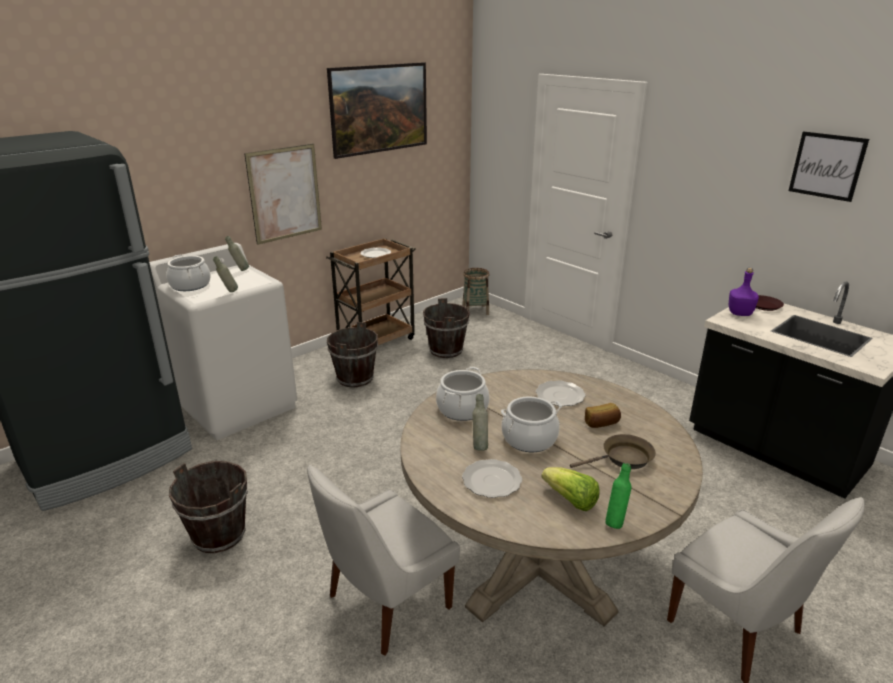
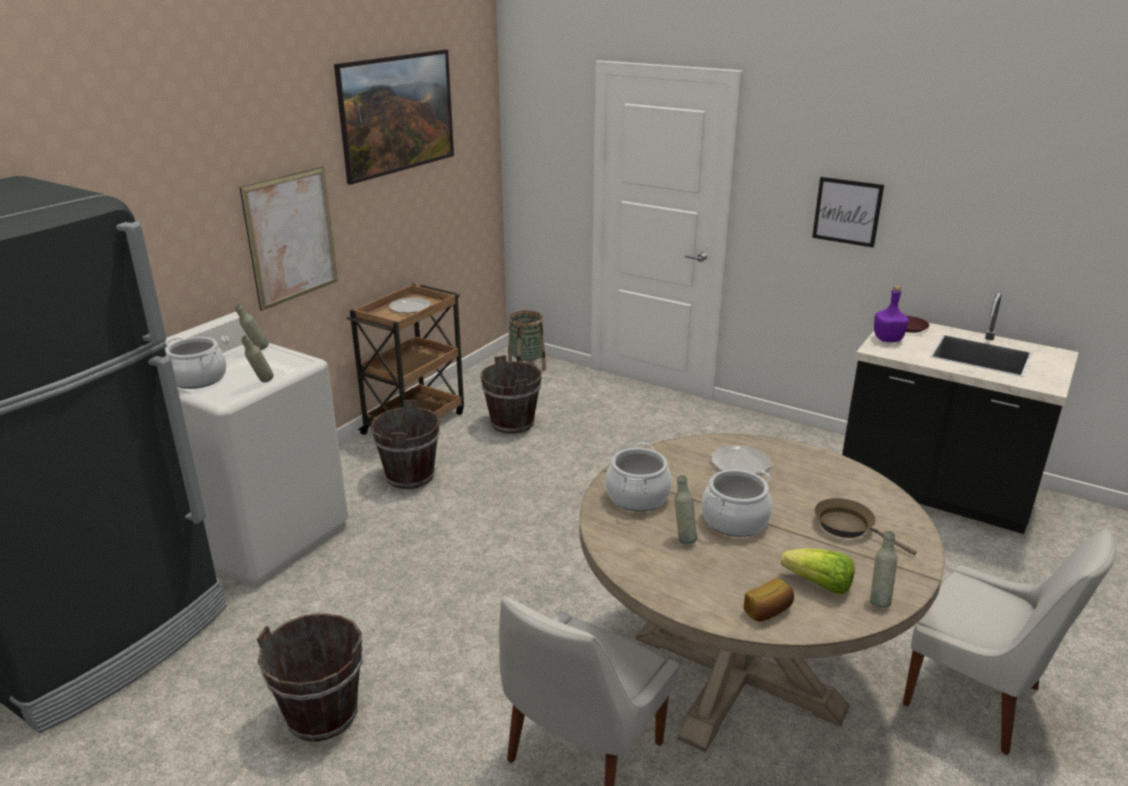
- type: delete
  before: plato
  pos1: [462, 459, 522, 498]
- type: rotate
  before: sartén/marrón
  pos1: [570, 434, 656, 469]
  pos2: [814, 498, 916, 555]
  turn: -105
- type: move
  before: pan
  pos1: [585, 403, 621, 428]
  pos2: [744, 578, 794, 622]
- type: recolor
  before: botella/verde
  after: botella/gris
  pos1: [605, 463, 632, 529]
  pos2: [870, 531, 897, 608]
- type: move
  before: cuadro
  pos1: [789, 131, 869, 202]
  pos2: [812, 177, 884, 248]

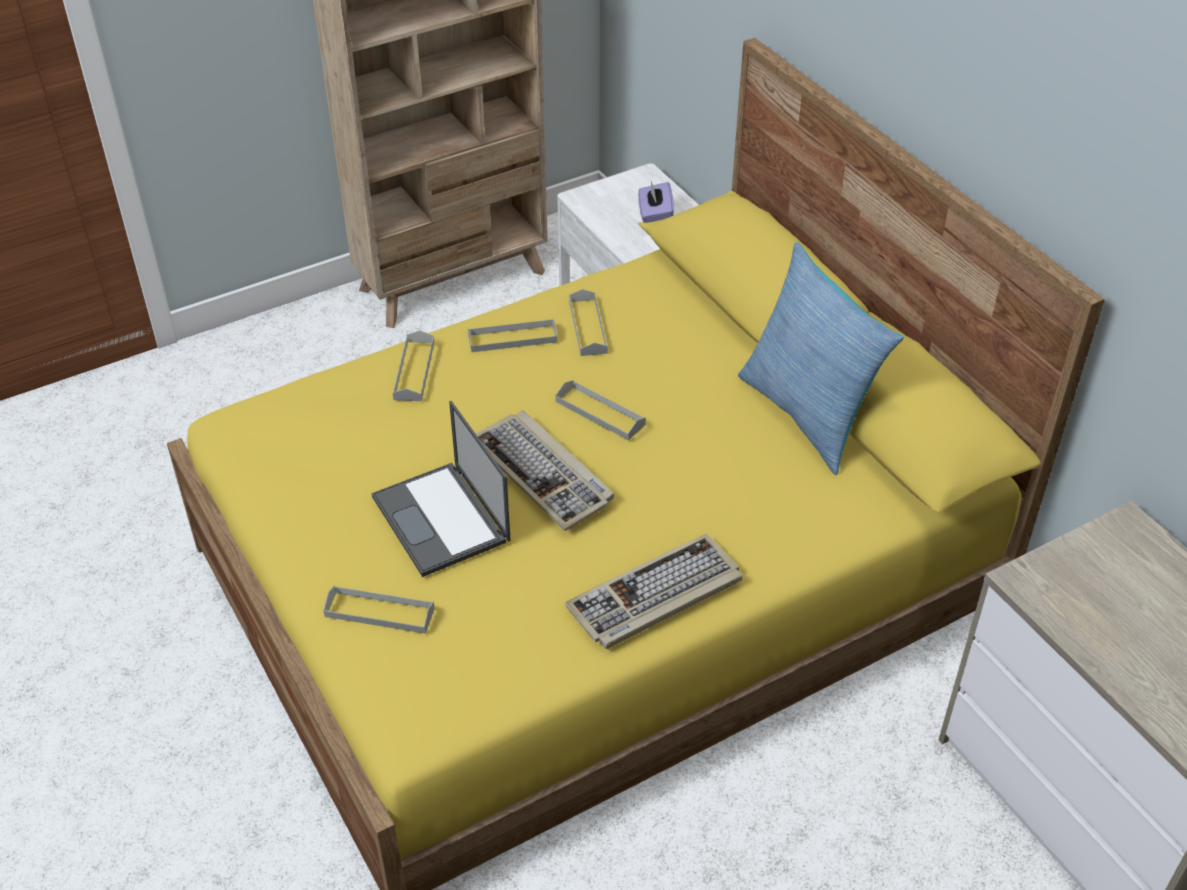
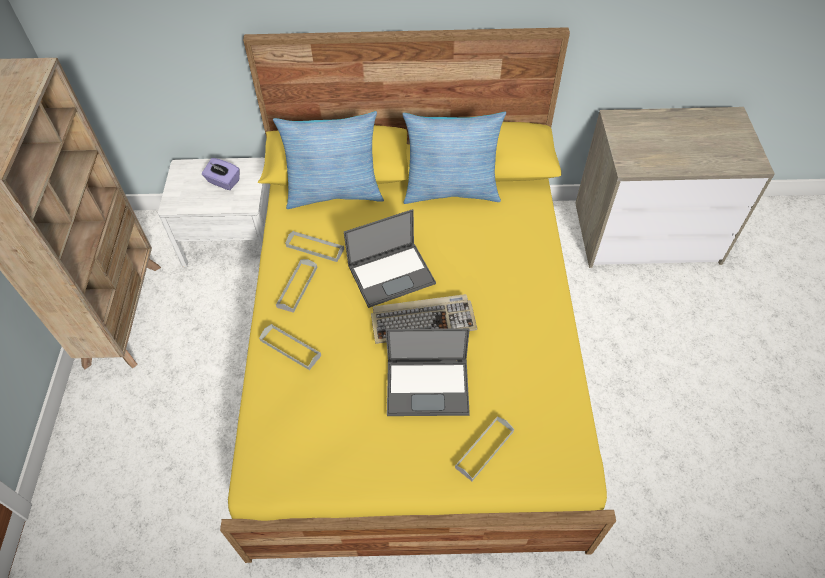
- type: replace
  before: bandeja/gris
  after: portátil
  pos1: [555, 380, 646, 440]
  pos2: [344, 209, 436, 308]
- type: delete
  before: teclado
  pos1: [565, 534, 743, 649]
- type: insert
  after: cojín
  pos2: [273, 111, 384, 209]

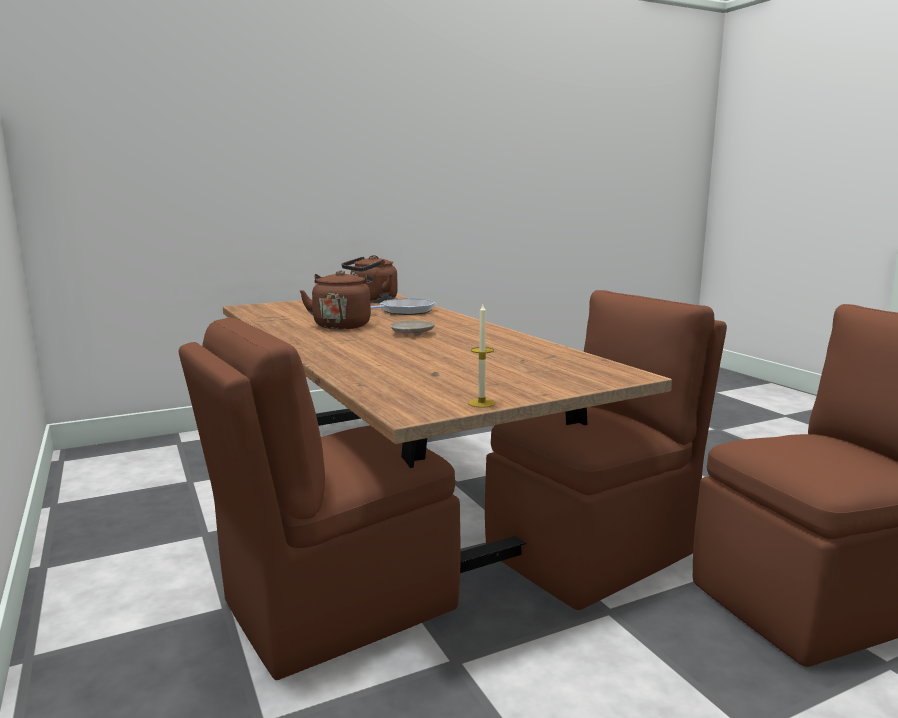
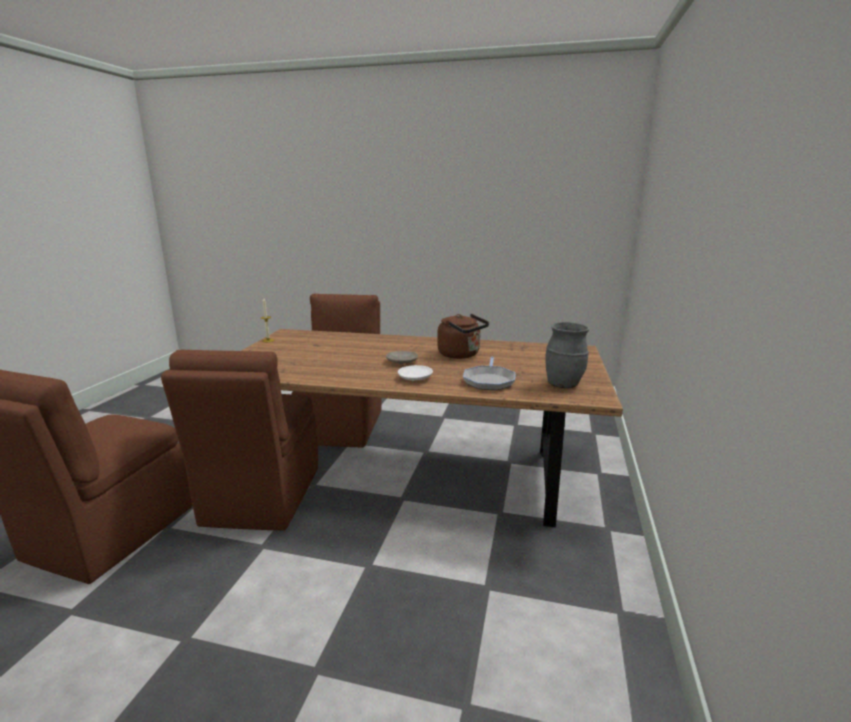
- type: replace
  before: hervidor/marrón
  after: florero/gris
  pos1: [341, 255, 398, 303]
  pos2: [545, 322, 589, 388]
- type: insert
  after: plato/blanco
  pos2: [398, 365, 433, 381]

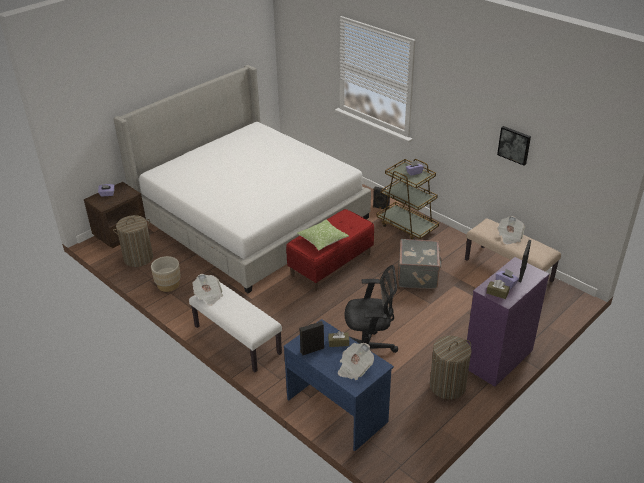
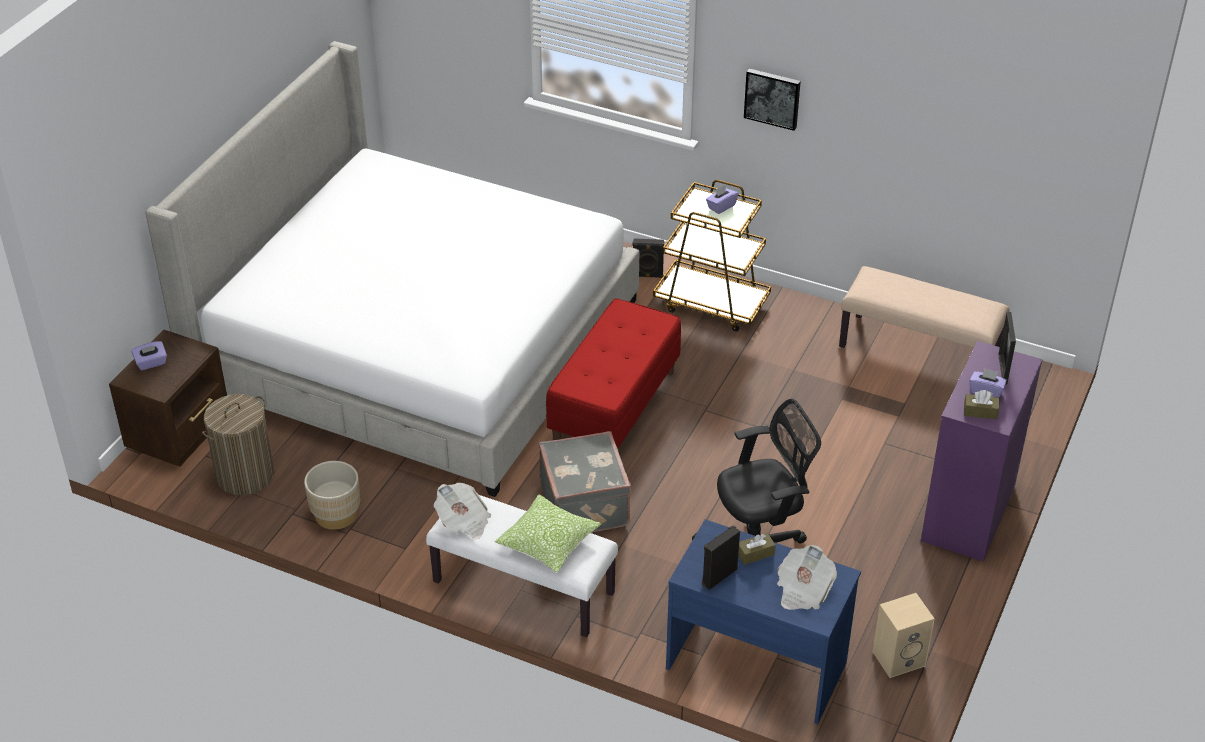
- type: move
  before: cojín
  pos1: [297, 219, 349, 251]
  pos2: [495, 495, 601, 573]
- type: move
  before: maleta/gris
  pos1: [398, 239, 442, 289]
  pos2: [539, 431, 632, 532]
- type: delete
  before: cesto de la ropa
  pos1: [430, 336, 472, 399]
- type: move
  before: cuadro
  pos1: [497, 126, 531, 166]
  pos2: [744, 68, 801, 131]
- type: delete
  before: periódico
  pos1: [497, 216, 525, 245]
- type: insert
  after: altavoz/beis
  pos2: [872, 593, 934, 678]

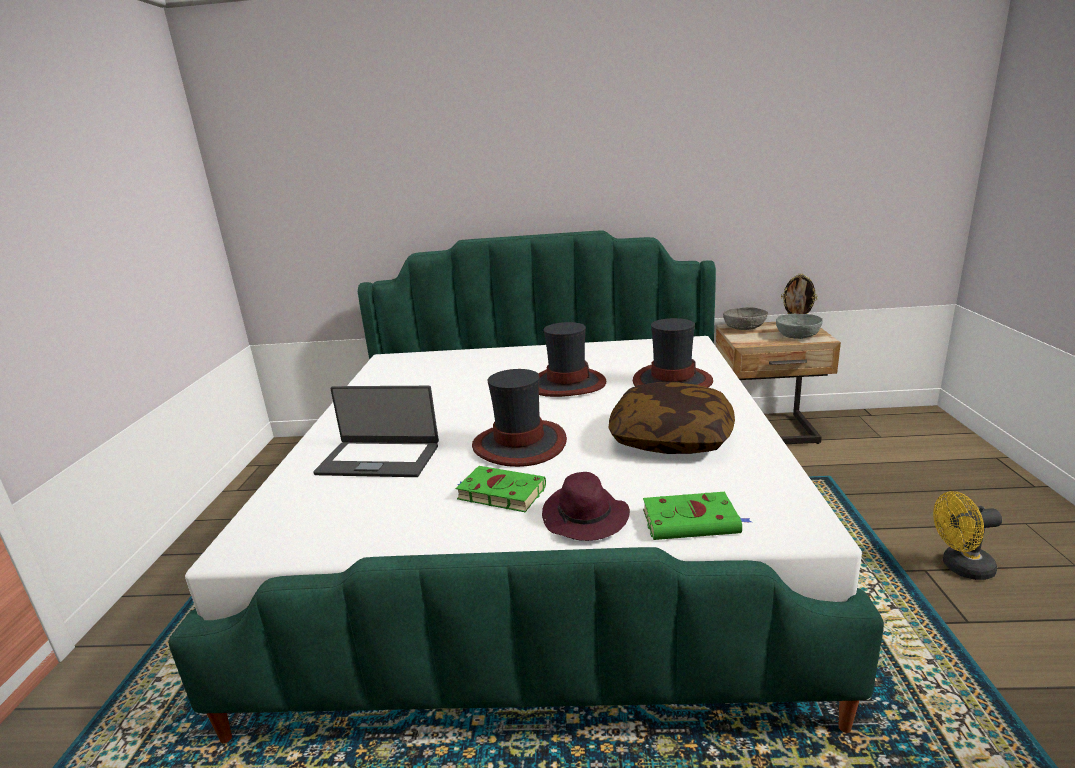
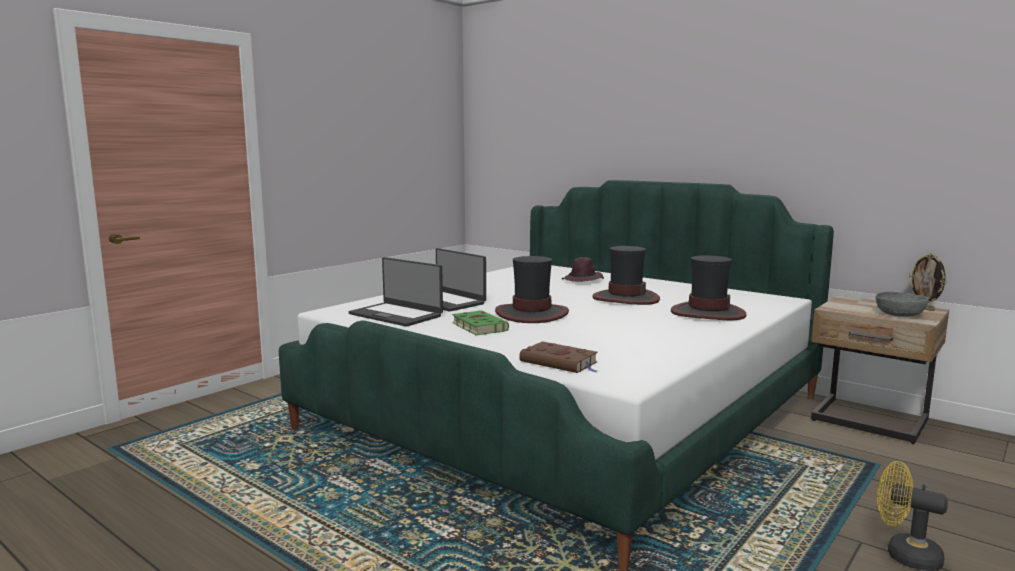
- type: move
  before: sombrero/morado
  pos1: [542, 472, 630, 541]
  pos2: [562, 257, 604, 282]
- type: delete
  before: cojín
  pos1: [609, 382, 735, 454]
- type: recolor
  before: libro/verde
  after: libro/marrón
  pos1: [643, 492, 752, 540]
  pos2: [519, 341, 598, 373]
- type: delete
  before: cuenco/gris
  pos1: [723, 307, 768, 330]
- type: insert
  after: portátil
  pos2: [349, 257, 443, 327]

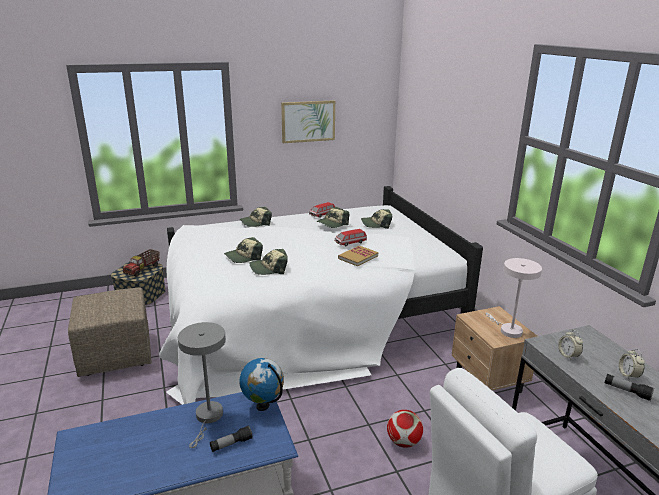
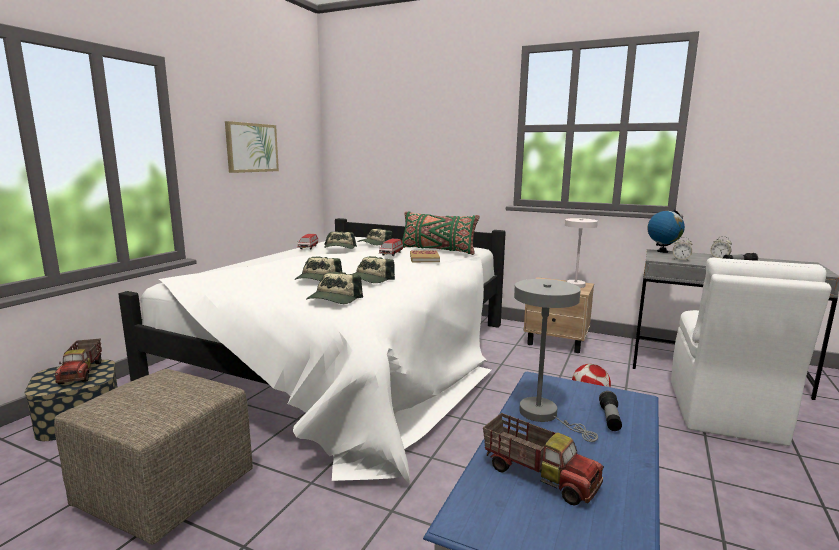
- type: move
  before: gorra
  pos1: [240, 207, 272, 227]
  pos2: [306, 272, 363, 304]
- type: move
  before: globo terráqueo
  pos1: [240, 358, 284, 411]
  pos2: [647, 209, 685, 253]
- type: insert
  after: cojín/verde
  pos2: [402, 211, 479, 255]
- type: insert
  after: camión de juguete
  pos2: [483, 413, 604, 506]

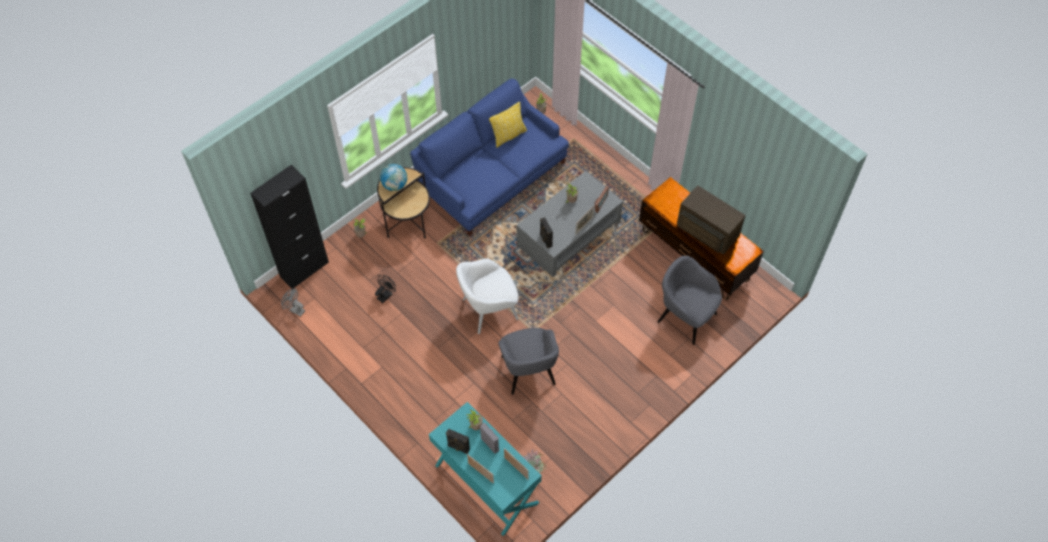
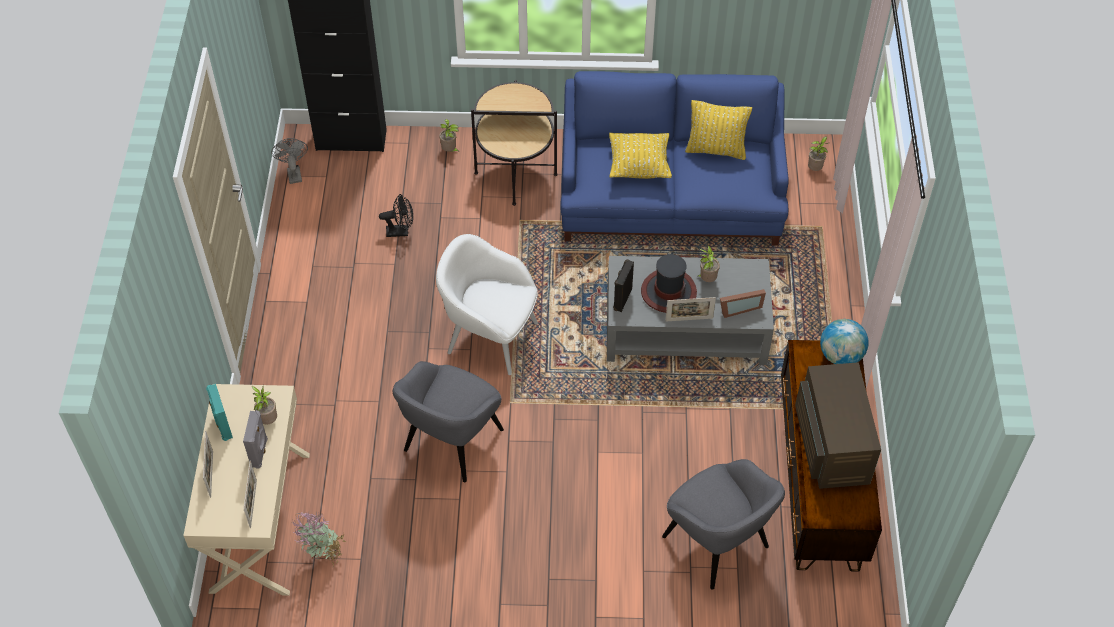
- type: move
  before: globo terráqueo
  pos1: [380, 164, 407, 191]
  pos2: [820, 319, 869, 364]
- type: recolor
  before: escritorio/turquesa
  after: escritorio/beis
  pos1: [429, 402, 542, 536]
  pos2: [183, 384, 310, 596]
- type: recolor
  before: altavoz/negro
  after: altavoz/turquesa
  pos1: [446, 429, 470, 454]
  pos2: [206, 384, 233, 441]
- type: rotate
  before: sillón/gris
  pos1: [657, 256, 722, 345]
  pos2: [662, 459, 785, 590]
  turn: 150
- type: insert
  after: cojín/amarillo
  pos2: [609, 133, 672, 179]
- type: insert
  after: sombrero
  pos2: [641, 254, 697, 313]

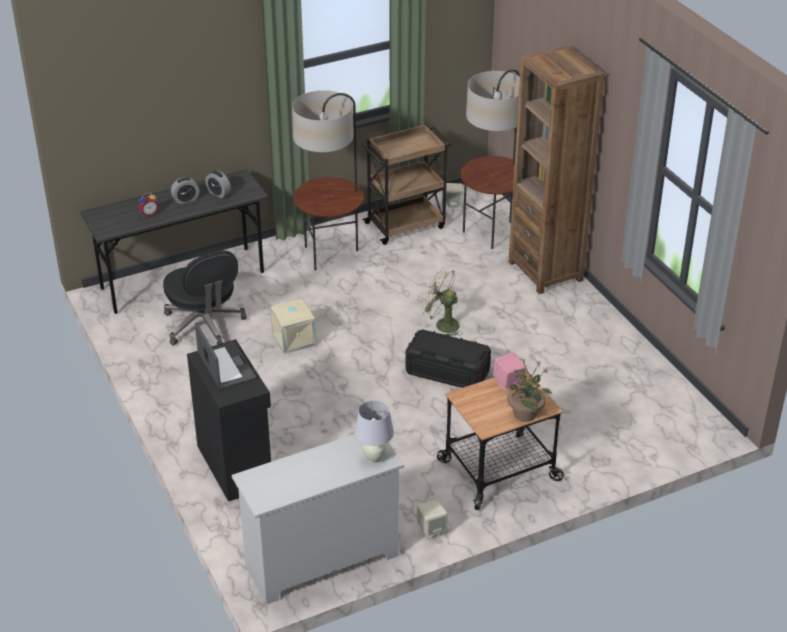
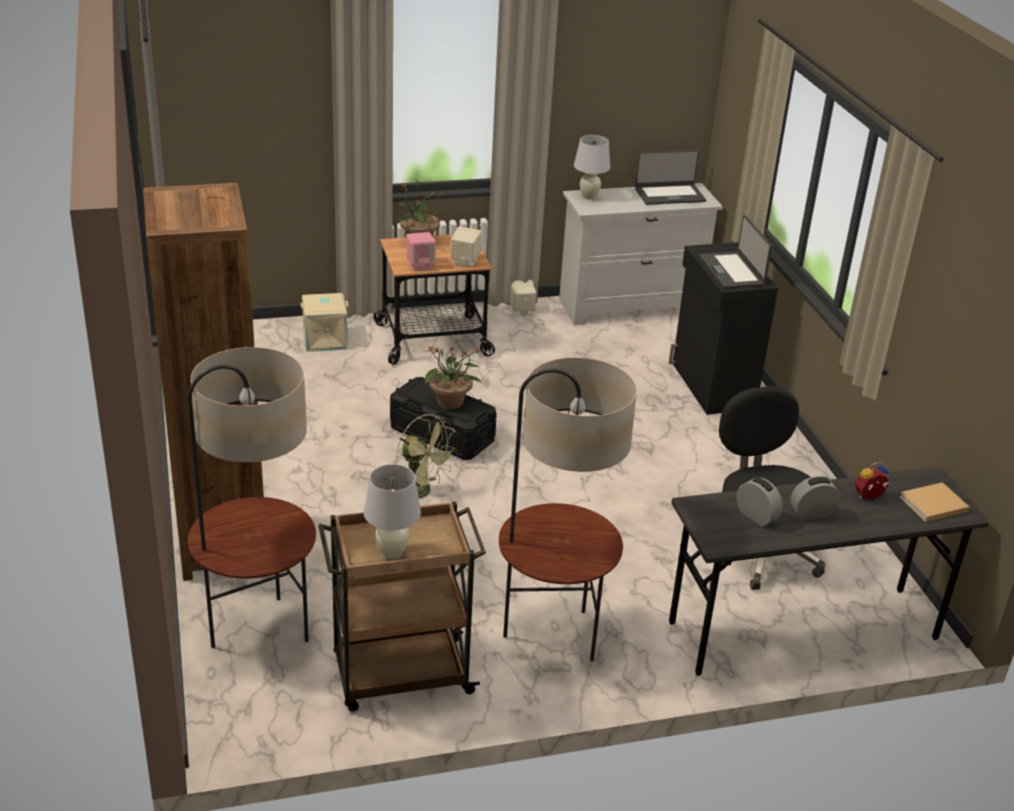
- type: move
  before: caja de almacenaje/beis
  pos1: [271, 299, 316, 354]
  pos2: [301, 293, 349, 352]
- type: move
  before: altavoz/beis
  pos1: [446, 183, 463, 210]
  pos2: [451, 226, 482, 267]
- type: insert
  after: lámpara de mesa/blanco
  pos2: [364, 464, 421, 559]
- type: insert
  after: planta en maceta
  pos2: [425, 339, 482, 409]
- type: insert
  after: portátil
  pos2: [635, 150, 706, 205]
- type: insert
  after: libro/beis
  pos2: [899, 482, 969, 522]

